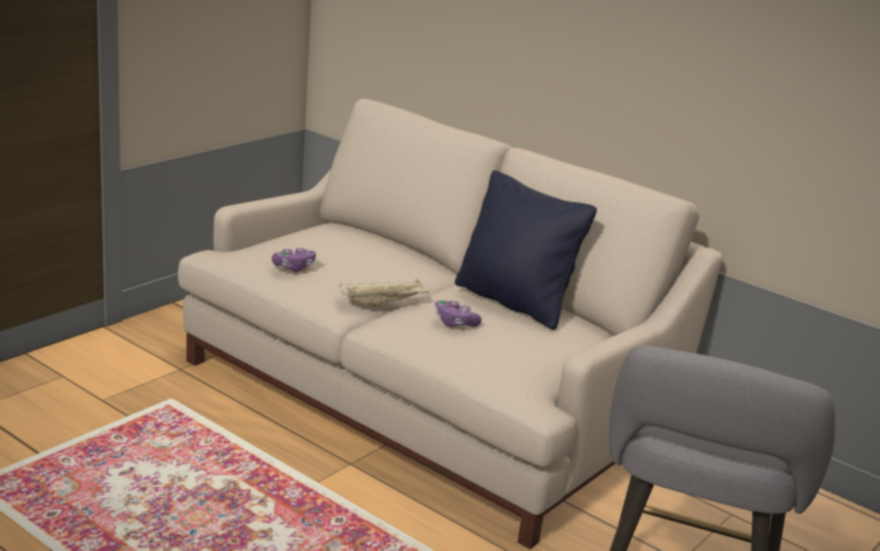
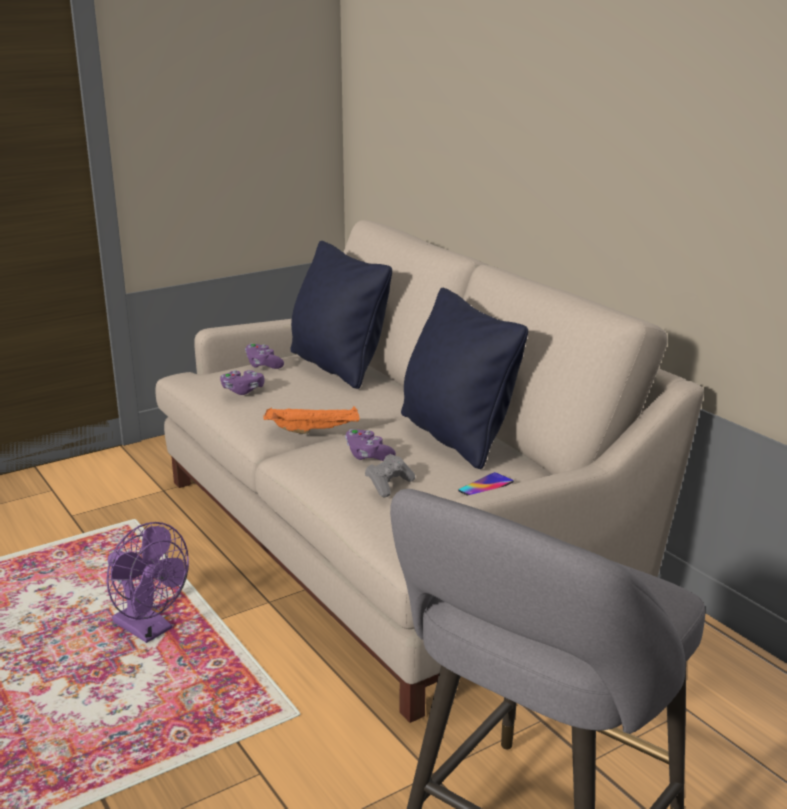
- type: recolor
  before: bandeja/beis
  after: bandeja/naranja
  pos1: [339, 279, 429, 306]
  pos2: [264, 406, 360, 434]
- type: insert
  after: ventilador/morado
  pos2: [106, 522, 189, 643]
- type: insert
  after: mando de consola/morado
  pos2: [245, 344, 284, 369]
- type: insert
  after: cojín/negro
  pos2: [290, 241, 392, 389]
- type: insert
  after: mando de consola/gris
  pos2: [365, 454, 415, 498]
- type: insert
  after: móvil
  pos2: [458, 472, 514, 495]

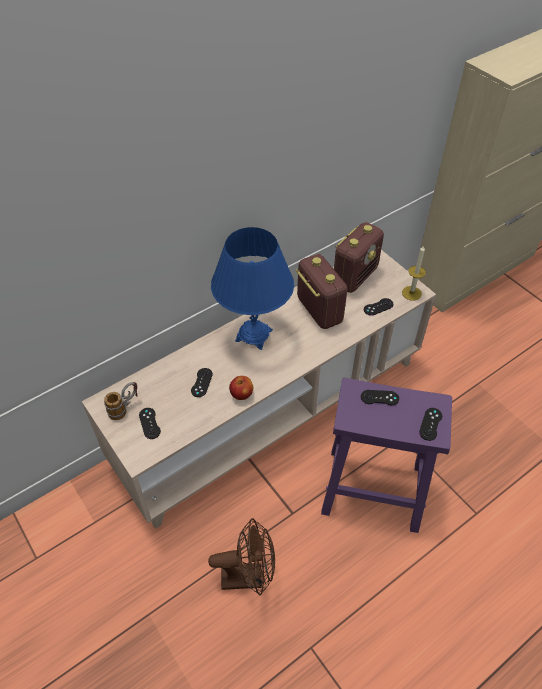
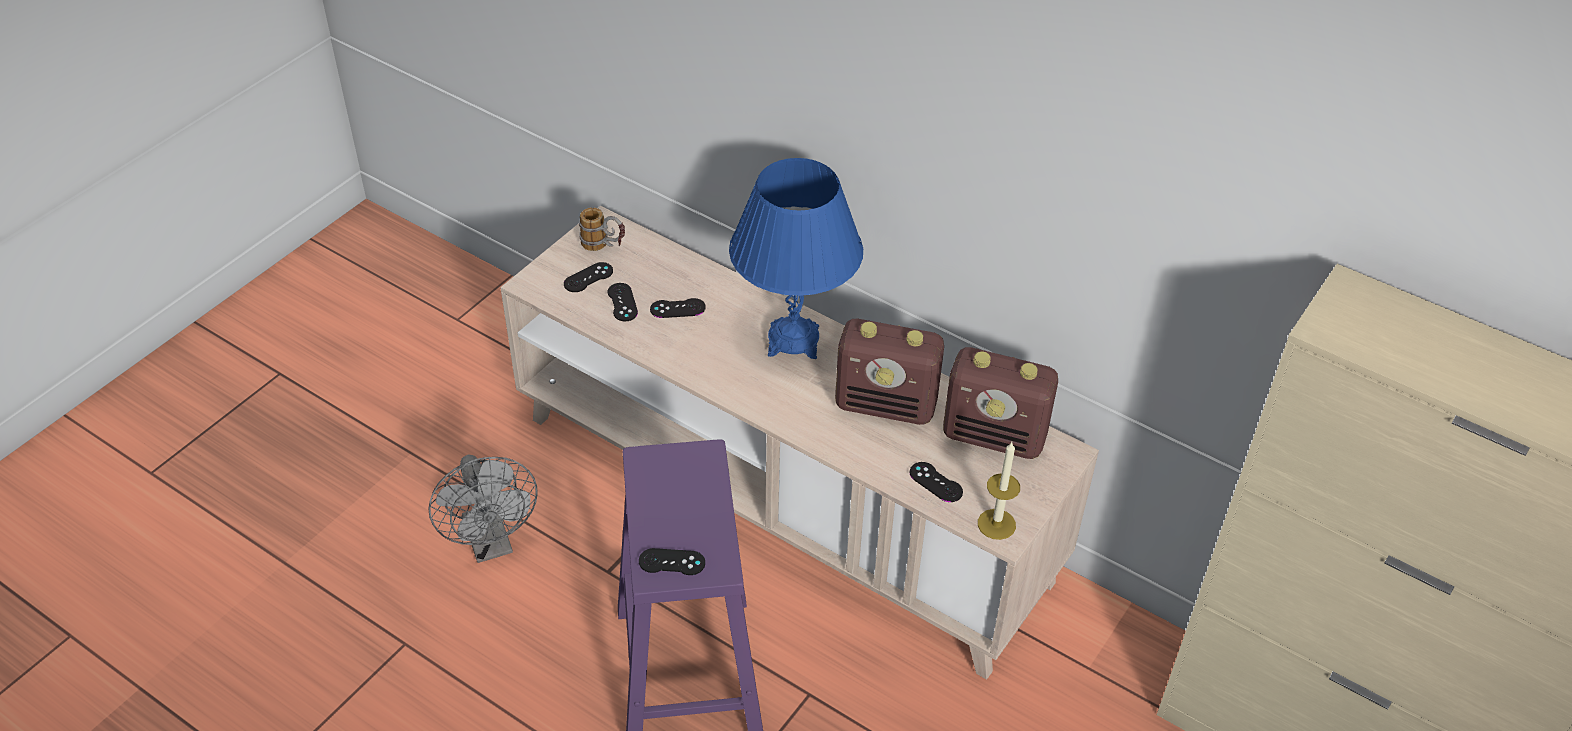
- type: recolor
  before: ventilador/marrón
  after: ventilador/gris
  pos1: [208, 518, 275, 595]
  pos2: [428, 454, 538, 563]
- type: delete
  before: manzana
  pos1: [229, 376, 253, 400]
- type: rotate
  before: radio
  pos1: [295, 254, 348, 329]
  pos2: [835, 319, 944, 425]
  turn: 60
- type: move
  before: mando de consola/negro
  pos1: [361, 390, 399, 405]
  pos2: [608, 283, 638, 321]

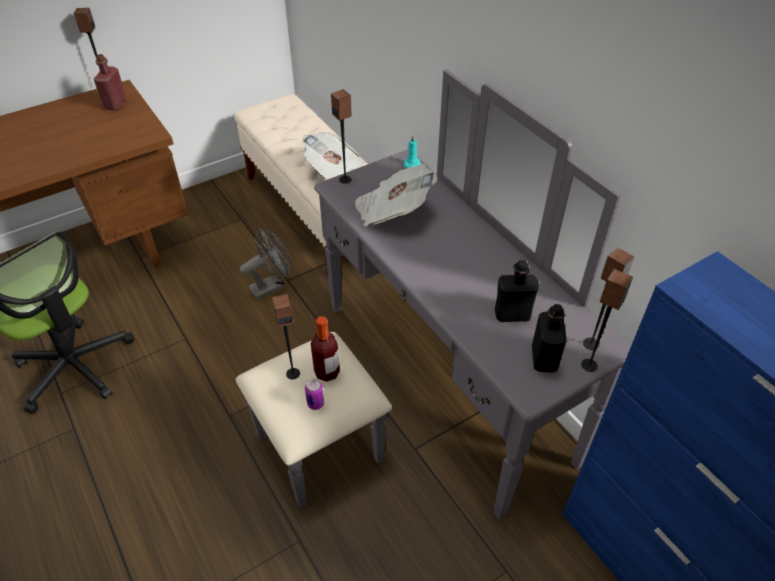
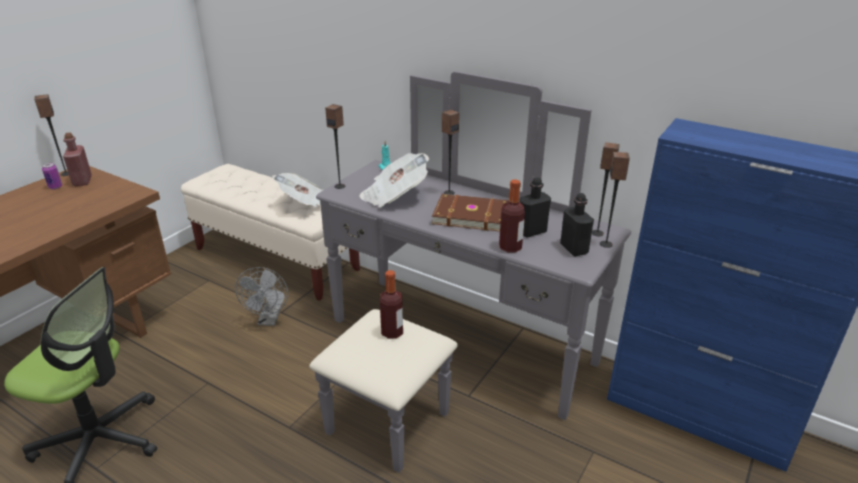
- type: rotate
  before: ventilador/gris
  pos1: [240, 229, 291, 299]
  pos2: [235, 267, 288, 326]
  turn: 150
- type: move
  before: altavoz
  pos1: [272, 294, 300, 379]
  pos2: [442, 109, 459, 195]
- type: move
  before: lata
  pos1: [305, 379, 324, 410]
  pos2: [42, 163, 62, 189]
- type: insert
  after: libro/marrón
  pos2: [432, 194, 509, 232]
- type: insert
  after: botella
  pos2: [499, 180, 525, 252]

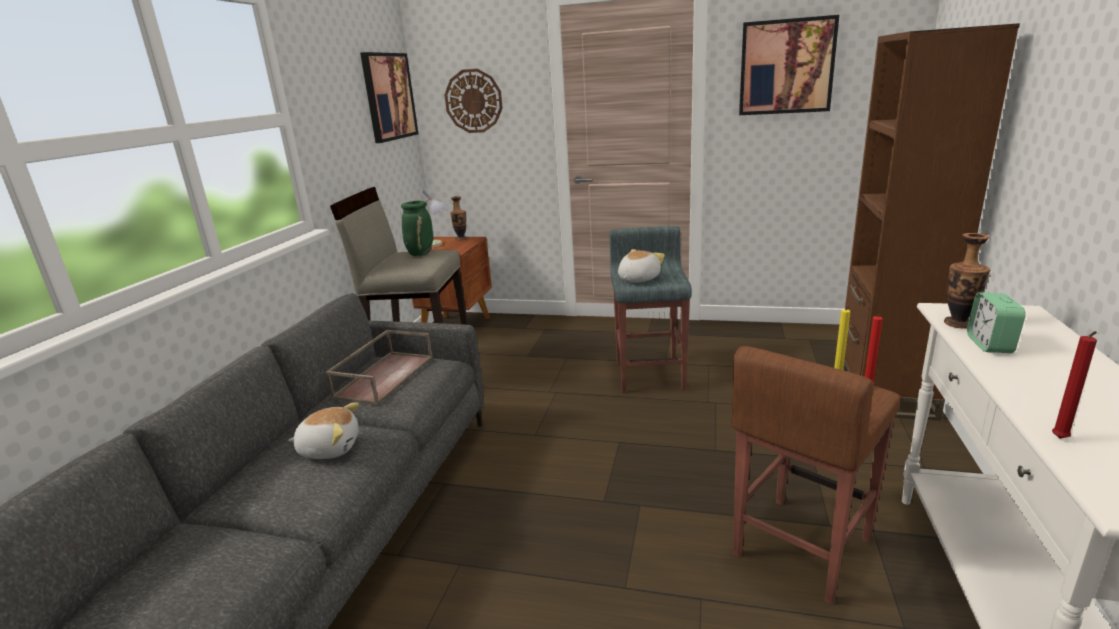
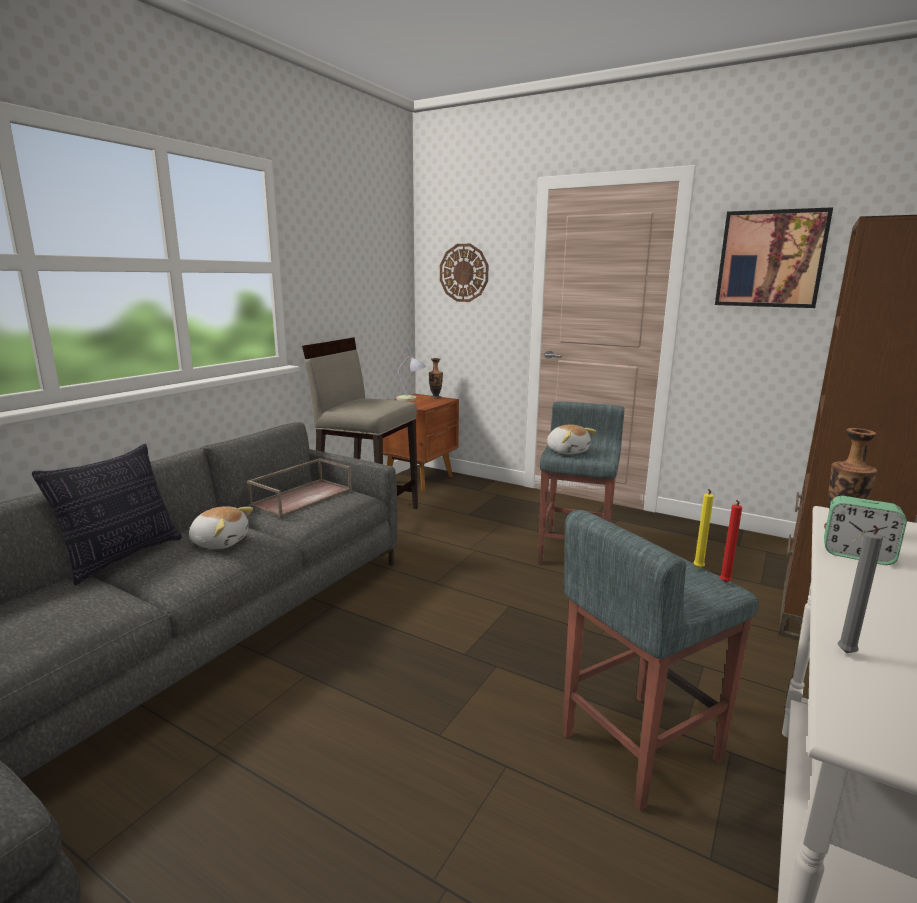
- type: delete
  before: cuadro
  pos1: [360, 52, 418, 143]
- type: delete
  before: florero/verde
  pos1: [401, 201, 433, 256]
- type: rotate
  before: peluche
  pos1: [618, 249, 665, 282]
  pos2: [547, 424, 596, 455]
  turn: 90
- type: recolor
  before: taburete/marrón
  after: taburete/gris
  pos1: [731, 346, 901, 605]
  pos2: [562, 510, 759, 811]
- type: rotate
  before: despertador
  pos1: [967, 293, 1026, 353]
  pos2: [824, 496, 907, 565]
  turn: -90
- type: recolor
  before: vela/rojo
  after: vela/gris
  pos1: [1052, 331, 1097, 439]
  pos2: [838, 525, 883, 653]
- type: insert
  after: cojín
  pos2: [32, 444, 182, 585]

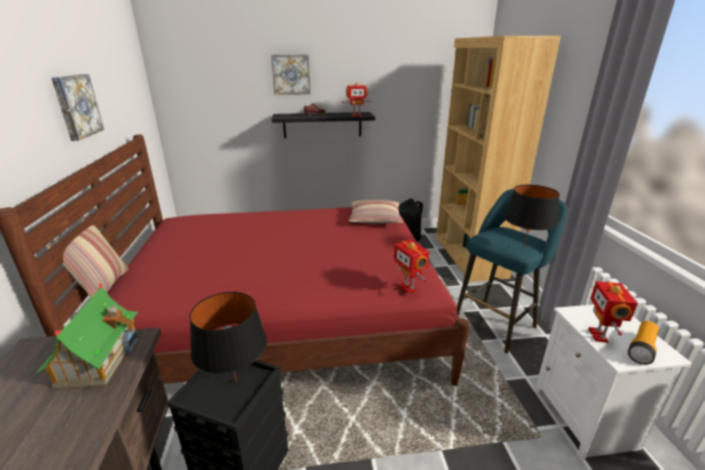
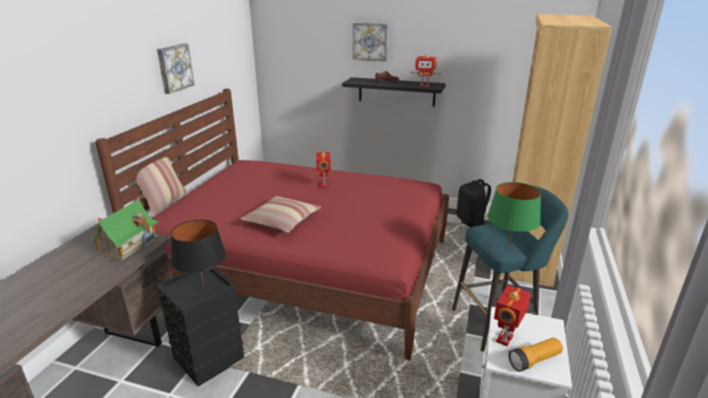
- type: move
  before: cojín
  pos1: [349, 200, 403, 224]
  pos2: [240, 196, 321, 233]
- type: move
  before: robot de juguete
  pos1: [394, 240, 429, 294]
  pos2: [316, 152, 331, 187]
- type: recolor
  before: lámpara de mesa/negro
  after: lámpara de mesa/verde
  pos1: [504, 185, 560, 248]
  pos2: [487, 182, 541, 248]

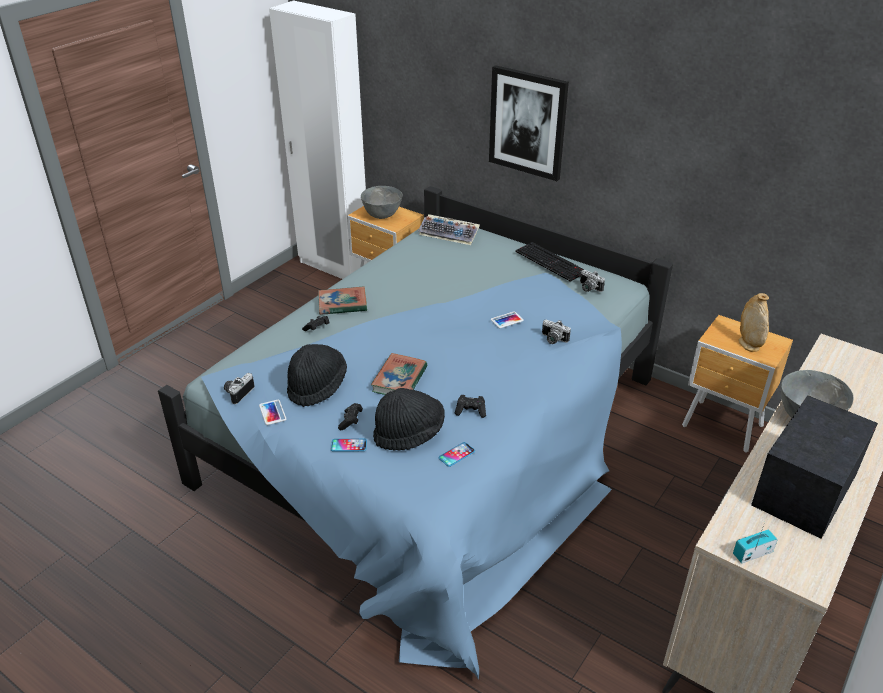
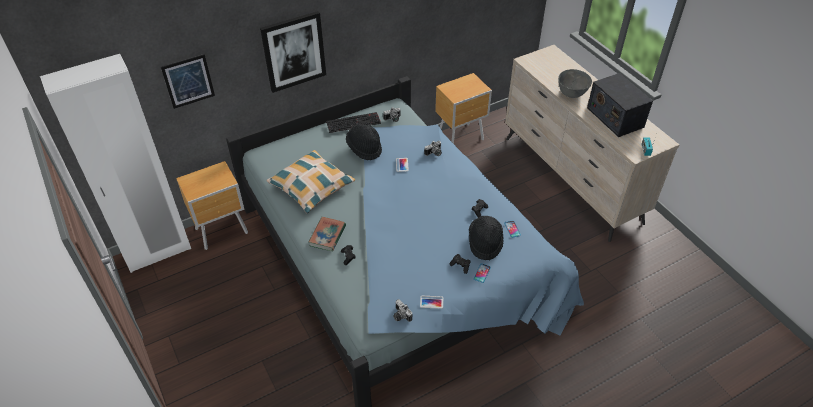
- type: move
  before: sombrero/negro
  pos1: [287, 344, 347, 407]
  pos2: [346, 124, 382, 160]
- type: delete
  before: cuenco/gris
  pos1: [361, 186, 402, 219]
- type: delete
  before: libro
  pos1: [371, 353, 427, 395]
- type: delete
  before: teclado
  pos1: [418, 214, 480, 245]
- type: delete
  before: florero/beis
  pos1: [739, 293, 769, 352]
- type: insert
  after: cuadro
  pos2: [161, 54, 215, 109]
- type: insert
  after: cojín
  pos2: [266, 150, 355, 213]

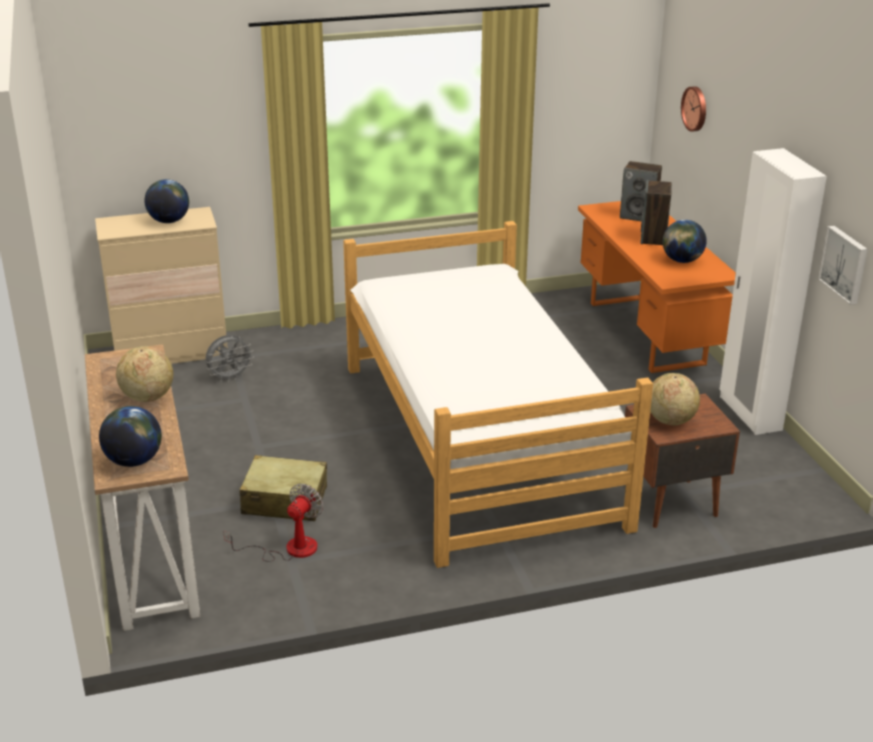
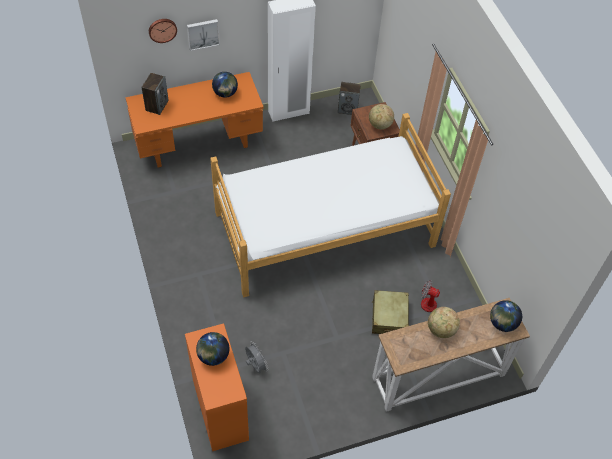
- type: recolor
  before: cómoda/beis
  after: cómoda/naranja
  pos1: [95, 207, 228, 364]
  pos2: [185, 323, 249, 451]
- type: move
  before: altavoz
  pos1: [641, 180, 672, 245]
  pos2: [338, 82, 361, 115]
- type: move
  before: cuadro
  pos1: [818, 226, 868, 305]
  pos2: [187, 19, 220, 51]

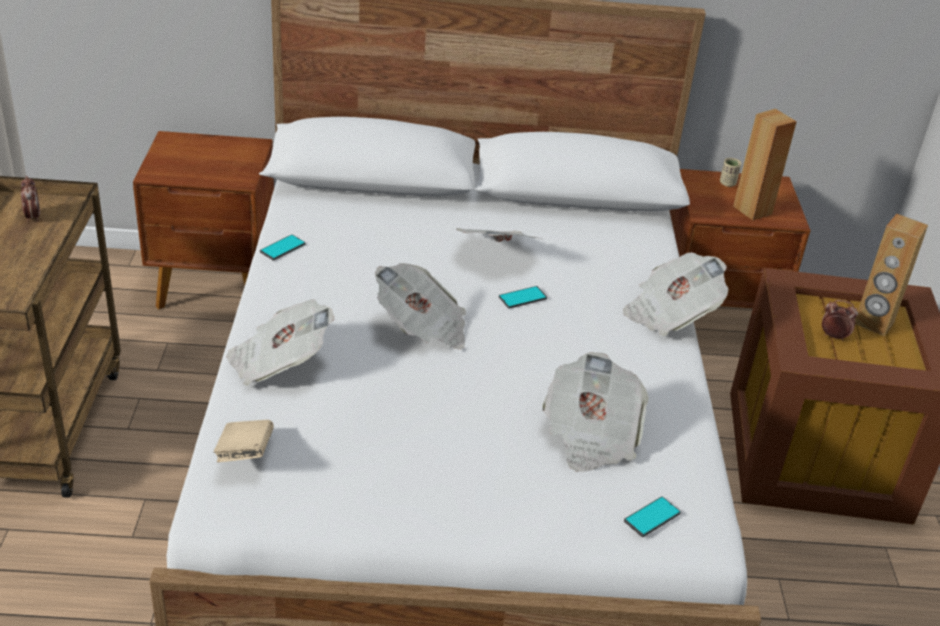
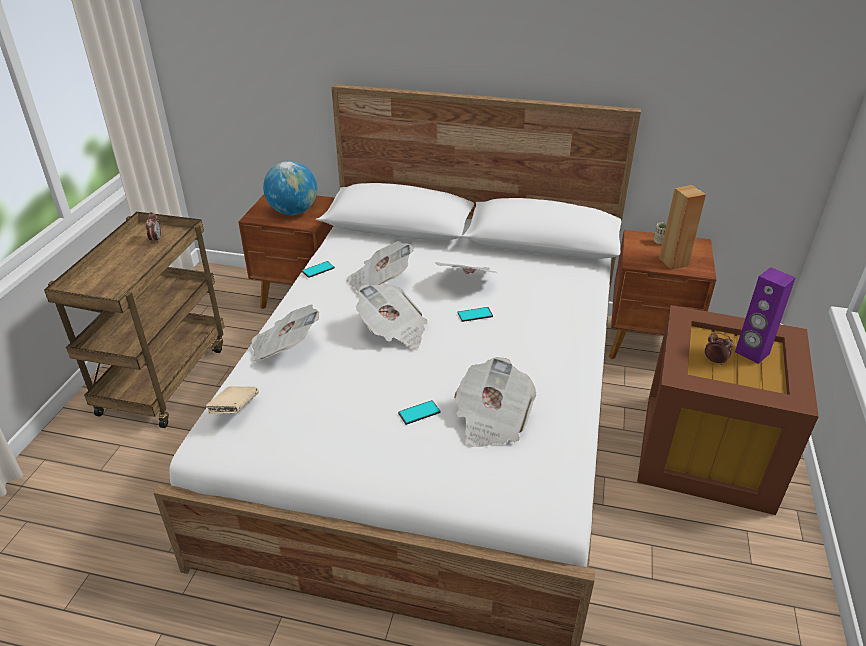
- type: move
  before: periódico
  pos1: [623, 252, 729, 336]
  pos2: [347, 241, 414, 291]
- type: move
  before: móvil
  pos1: [624, 496, 681, 537]
  pos2: [398, 400, 440, 425]
- type: recolor
  before: altavoz/marrón
  after: altavoz/morado
  pos1: [855, 214, 928, 336]
  pos2: [735, 267, 796, 364]
- type: insert
  after: globo terráqueo
  pos2: [263, 161, 317, 215]

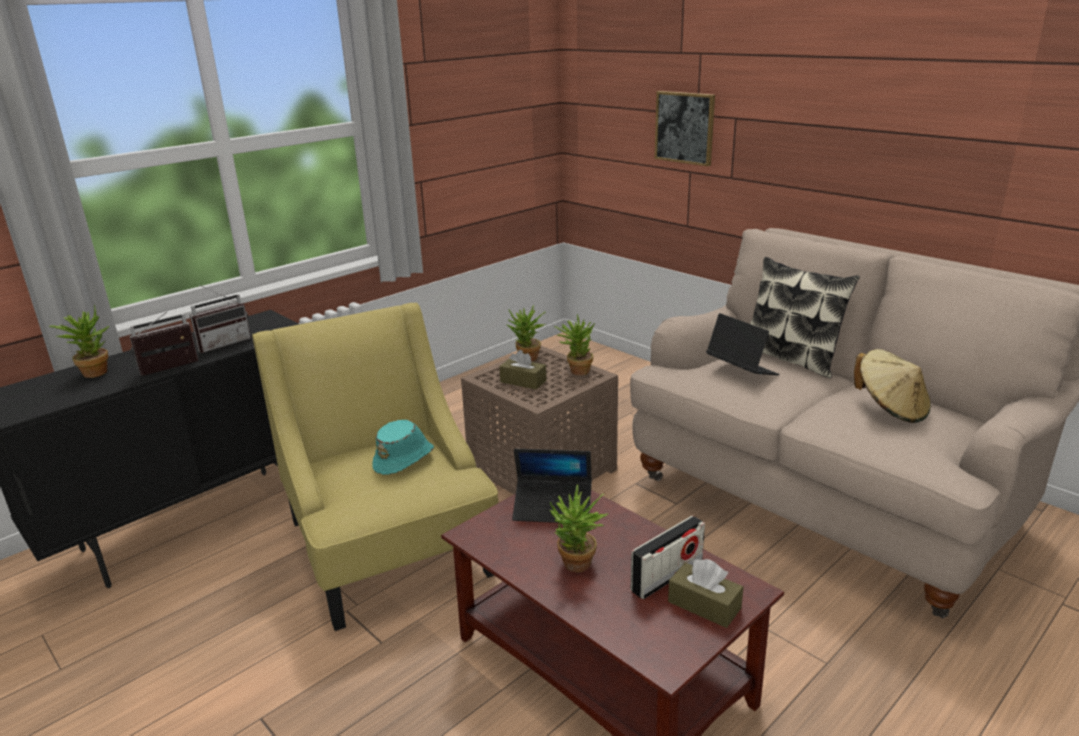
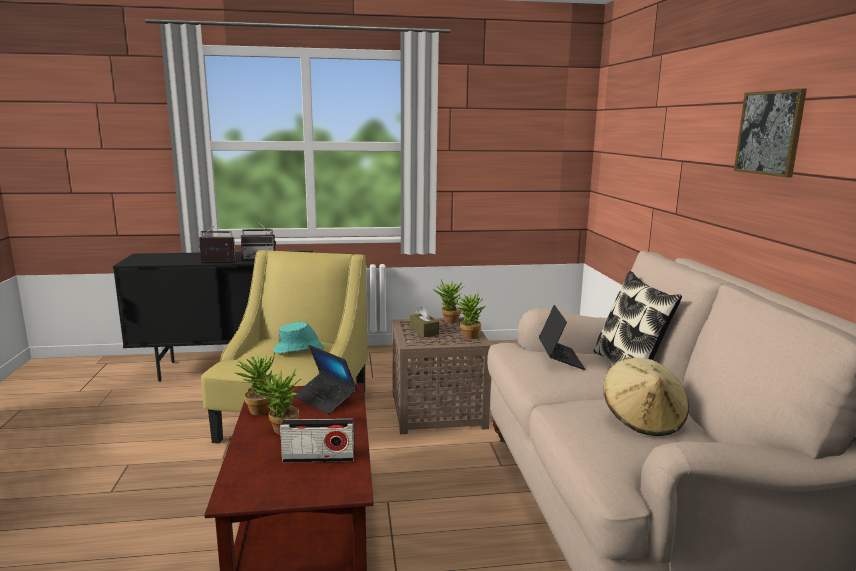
- type: move
  before: planta en maceta
  pos1: [49, 305, 109, 378]
  pos2: [234, 353, 277, 415]
- type: move
  before: cuadro
  pos1: [655, 91, 715, 166]
  pos2: [734, 88, 807, 177]
- type: delete
  before: caja de pañuelos/marrón
  pos1: [668, 559, 744, 628]

